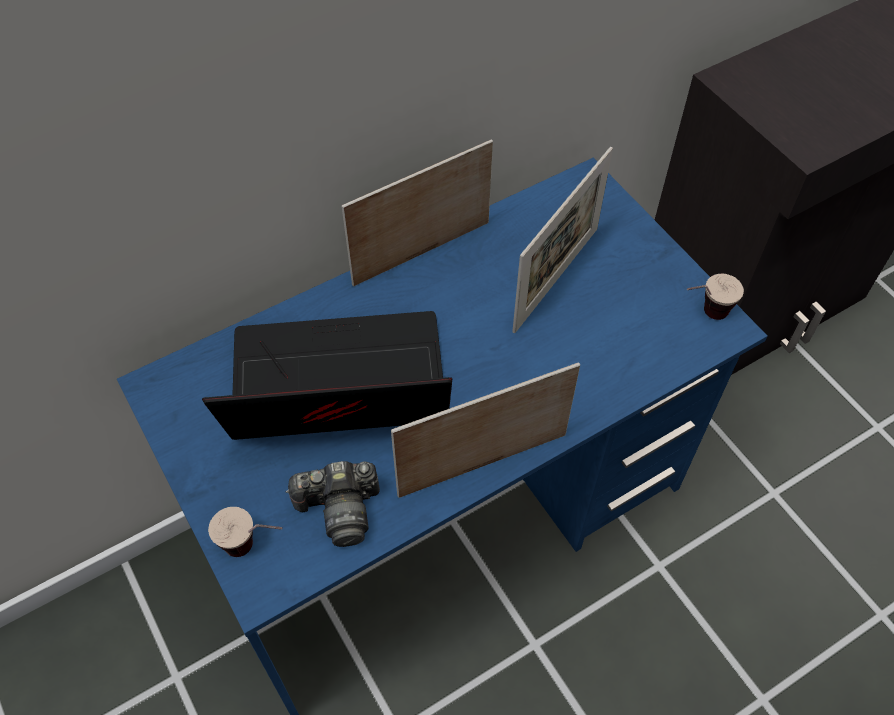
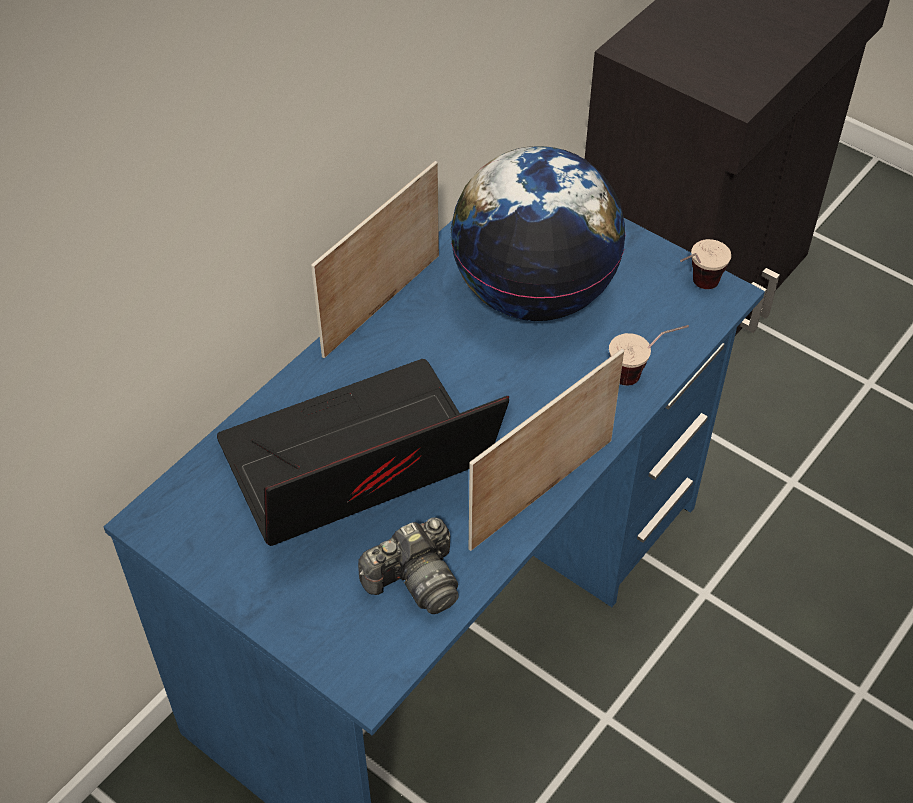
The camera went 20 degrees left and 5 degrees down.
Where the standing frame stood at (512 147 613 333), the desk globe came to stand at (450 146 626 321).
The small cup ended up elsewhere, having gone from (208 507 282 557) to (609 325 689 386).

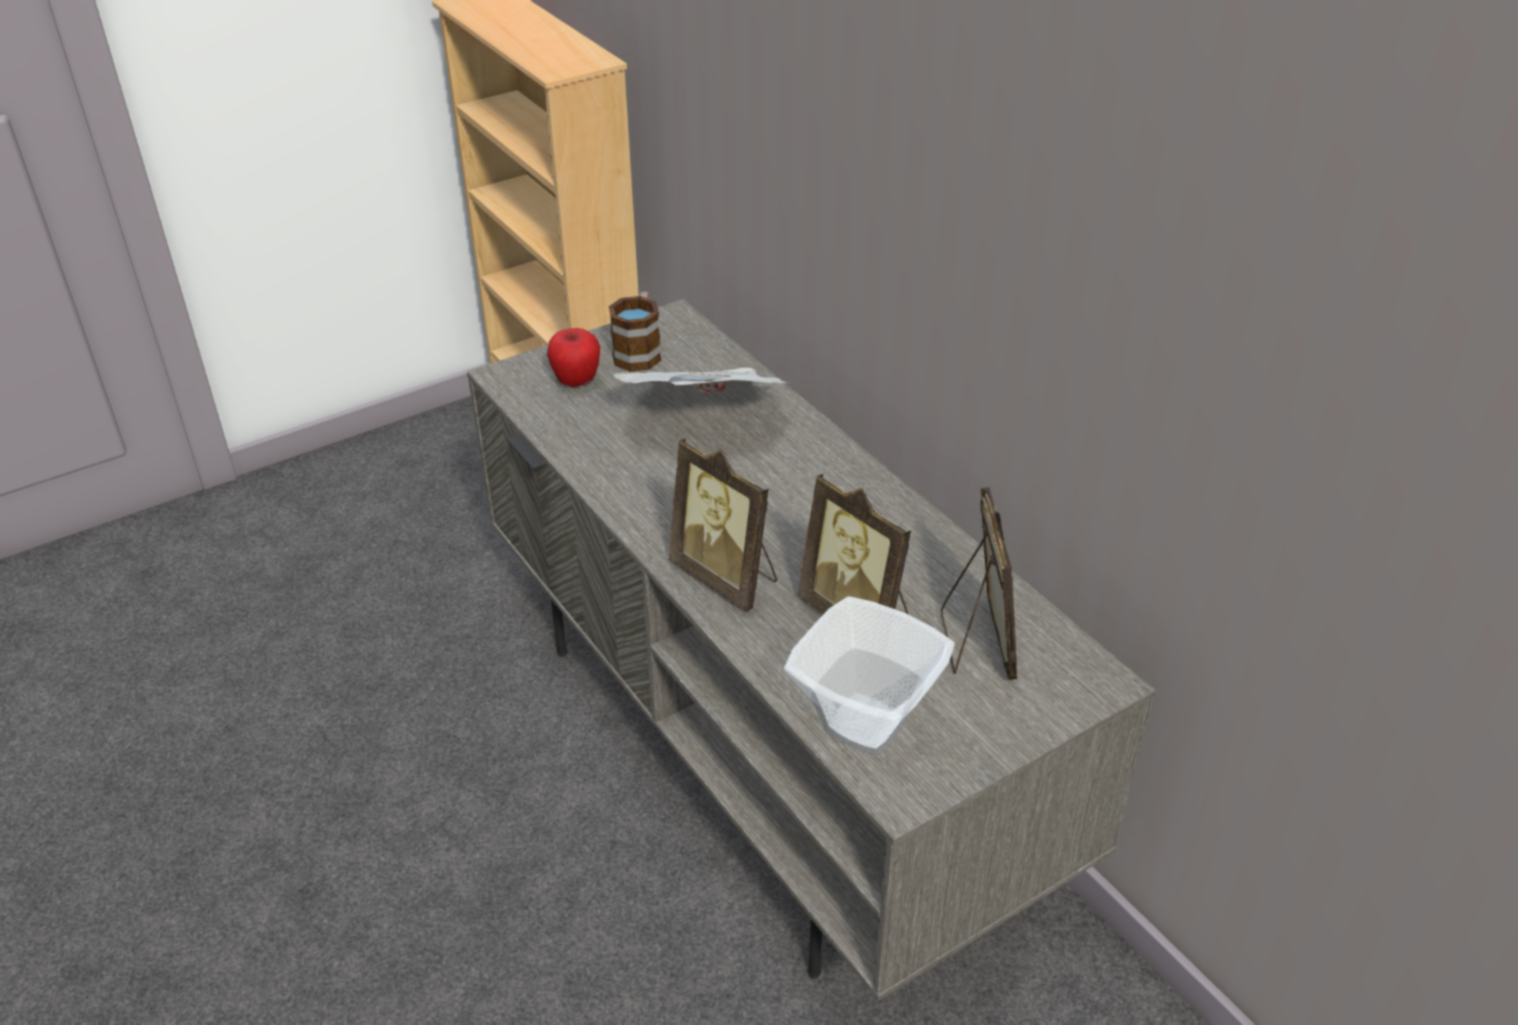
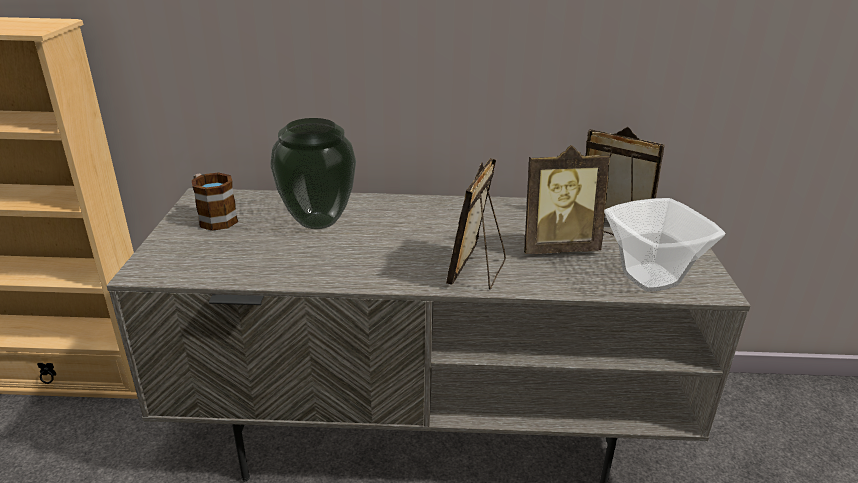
The camera went 55 degrees left and 10 degrees down.
The second view lost the whole apple at (547 328 600 387).
Where the newspaper stood at (613 368 789 395), the vase came to stand at (270 118 356 229).
The standing frame at (669 438 777 612) ended up facing another way, 120 degrees clockwise from before.

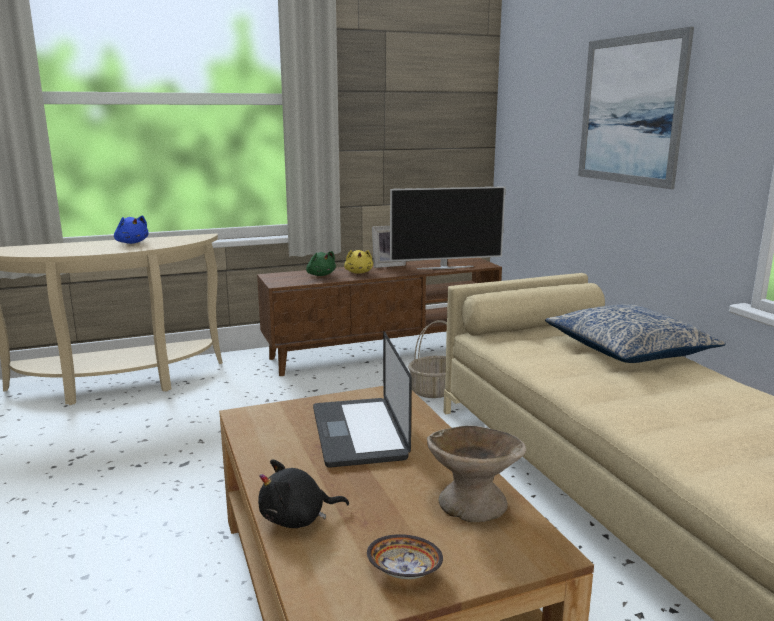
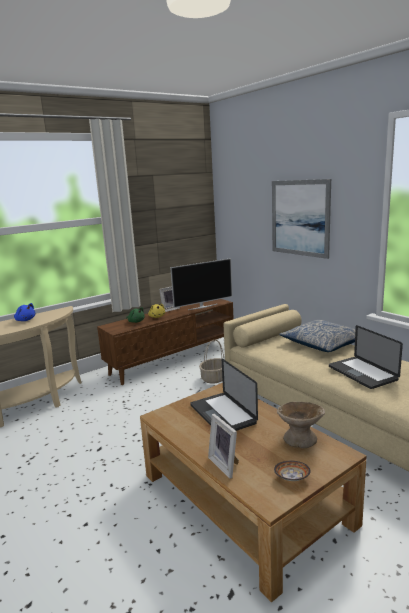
The camera went 15 degrees left and 0 degrees up.
Where the black-coloured cuddly toy stood at (258 460 349 528), the standing frame came to stand at (208 414 239 479).
The second view gained the notebook computer at (329 325 403 389).

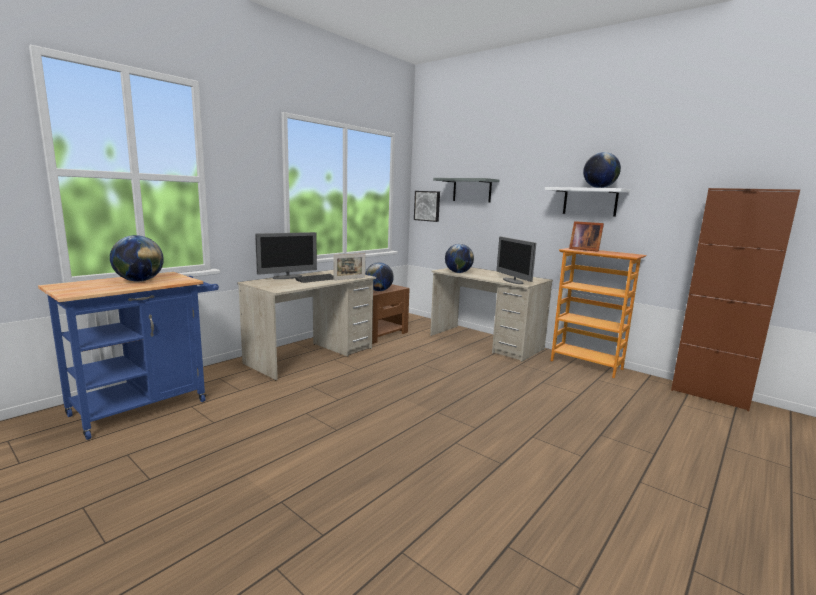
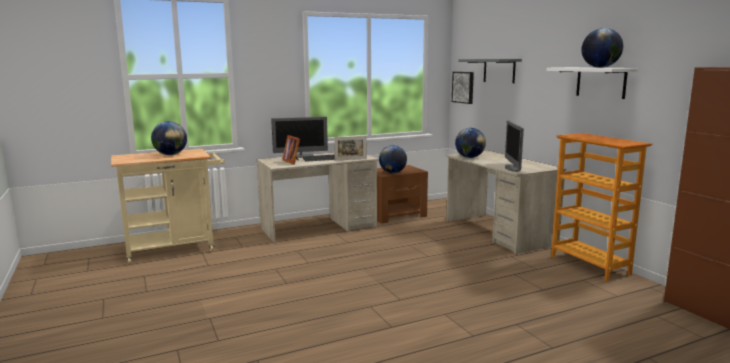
The camera went 25 degrees right and 0 degrees up.
The standing frame ended up elsewhere, having gone from (569 221 604 252) to (282 135 300 165).
What was the bluish trolley at (38 272 219 440) turned into the sand-coloured trolley at (111 149 225 264).

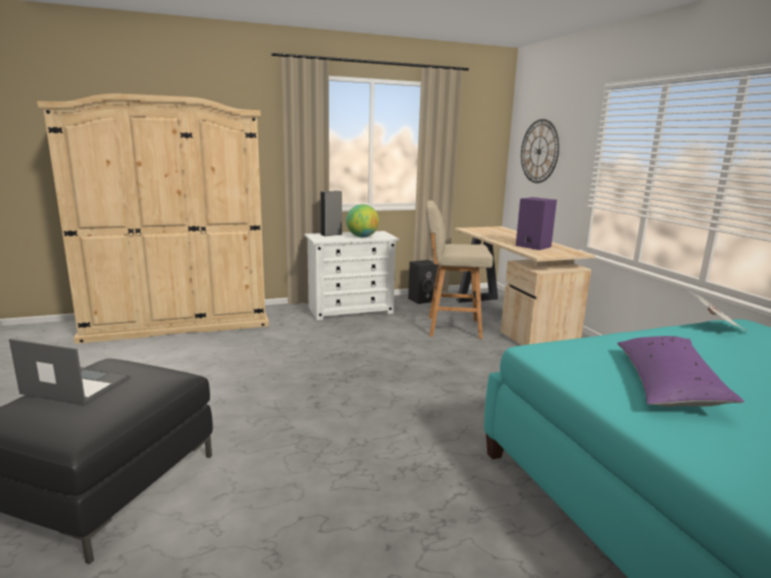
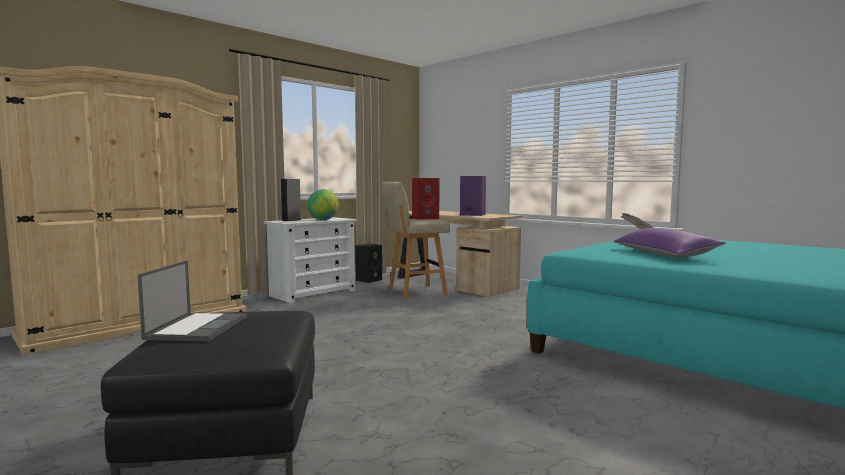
The camera went 25 degrees left and 10 degrees down.
The second view lost the clock on the wall at (521 119 559 183).
The notebook computer at (9 339 131 406) ended up facing another way, 105 degrees clockwise from before.
The second view gained the red-coloured speaker at (412 178 439 220).

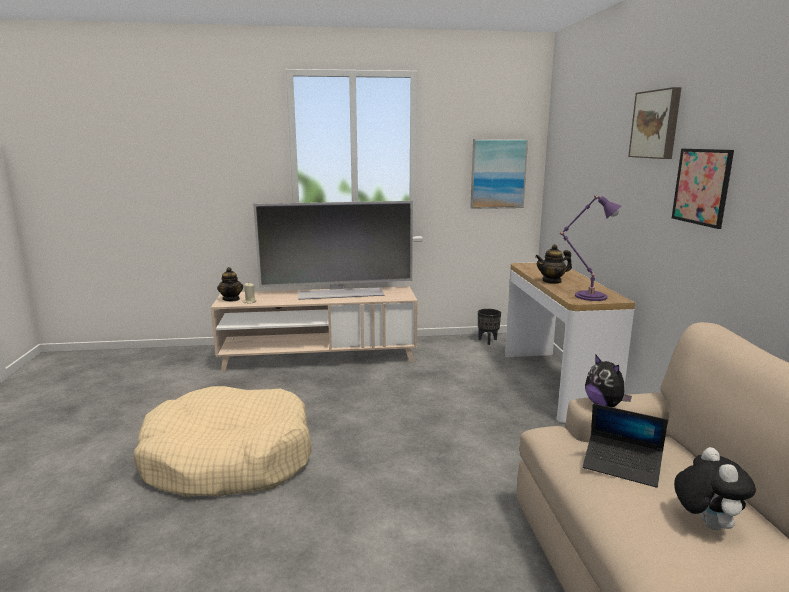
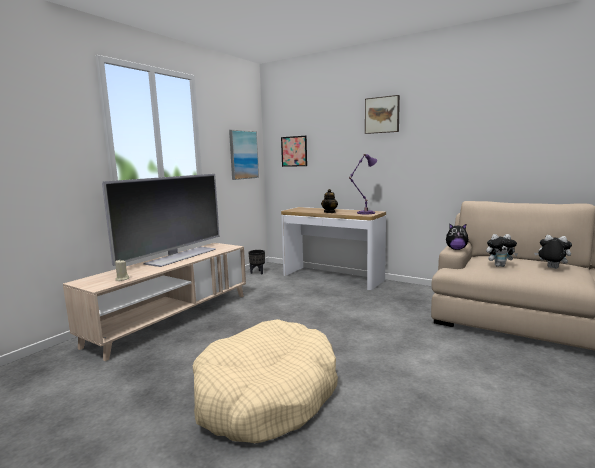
The camera went 50 degrees left and 5 degrees down.
The wall art ended up elsewhere, having gone from (672 149 734 229) to (281 136 307 167).
The second view lost the pot for tea at (217 267 243 301).
Where the notebook computer stood at (583 404 668 488), the cuddly toy came to stand at (486 234 518 267).

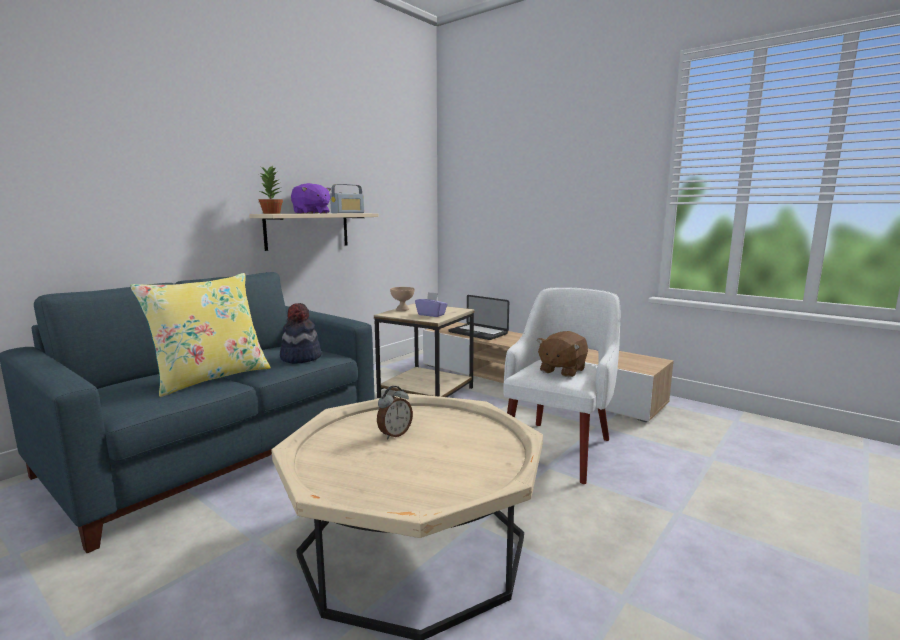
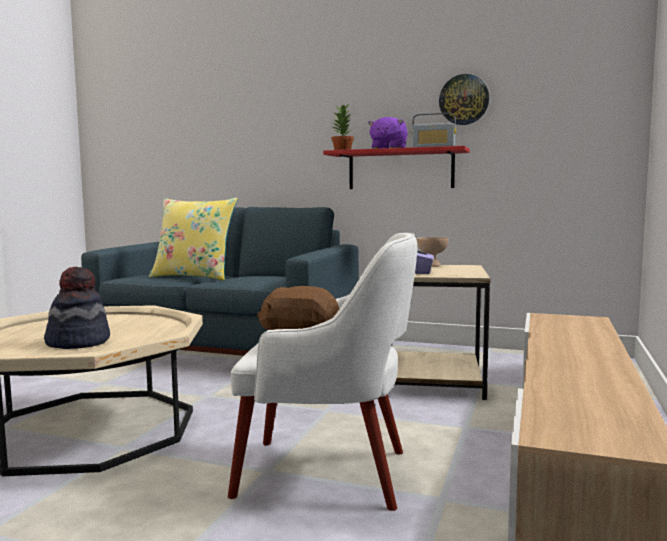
The camera went 70 degrees right and 5 degrees down.
What was the sand-coloured bracket shelf at (249 213 378 251) turned into the red-coloured bracket shelf at (323 146 470 189).
The second view lost the notebook computer at (449 295 509 340).
The hat ended up elsewhere, having gone from (280 303 322 364) to (44 267 110 349).
The second view lost the bedside clock at (377 386 413 439).
The second view gained the clock on the wall at (439 74 489 125).

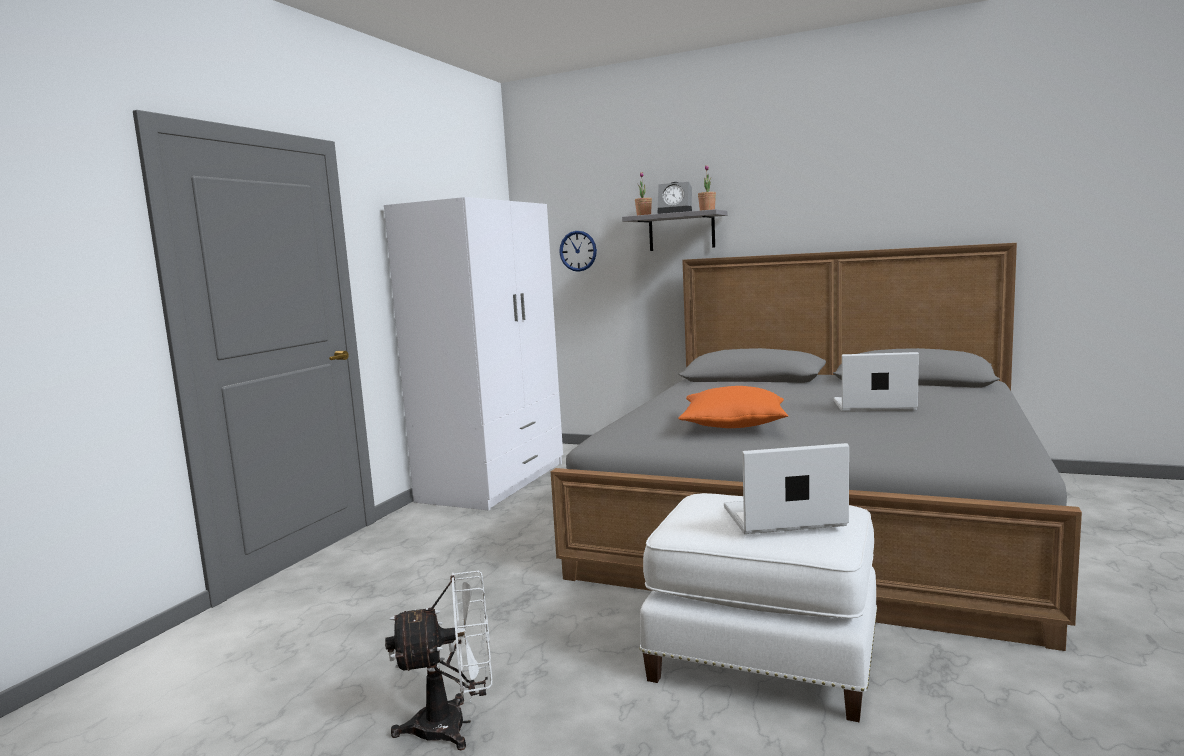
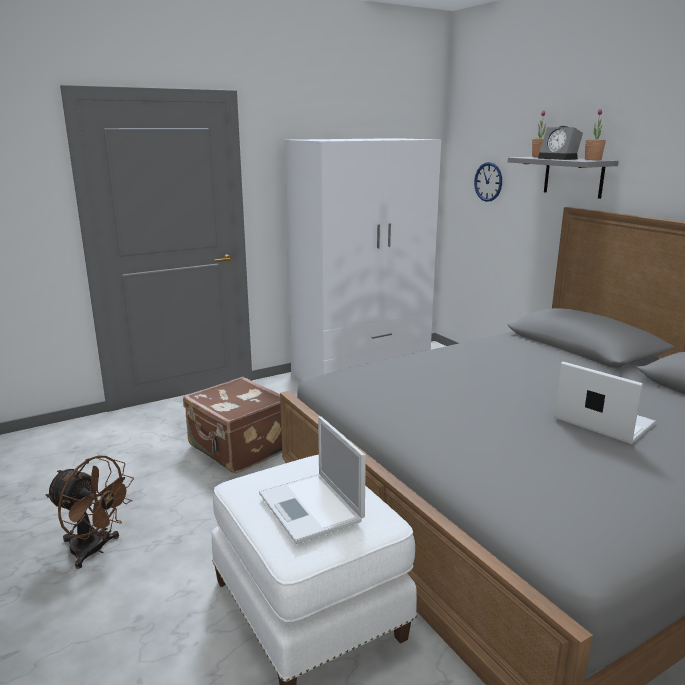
The camera went 35 degrees right and 10 degrees up.
The second view lost the orangey throw pillow at (678 386 788 428).
The notebook computer at (724 443 849 534) ended up facing another way, 150 degrees counterclockwise from before.
What was the white electric fan at (385 571 492 750) turned into the brown-coloured electric fan at (46 455 134 569).
The second view gained the brown-coloured travel case at (183 377 282 473).

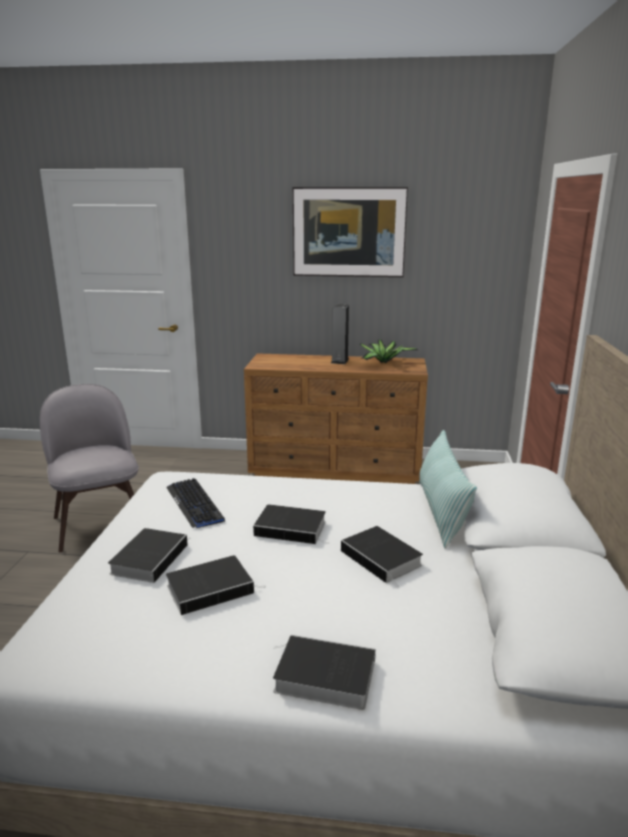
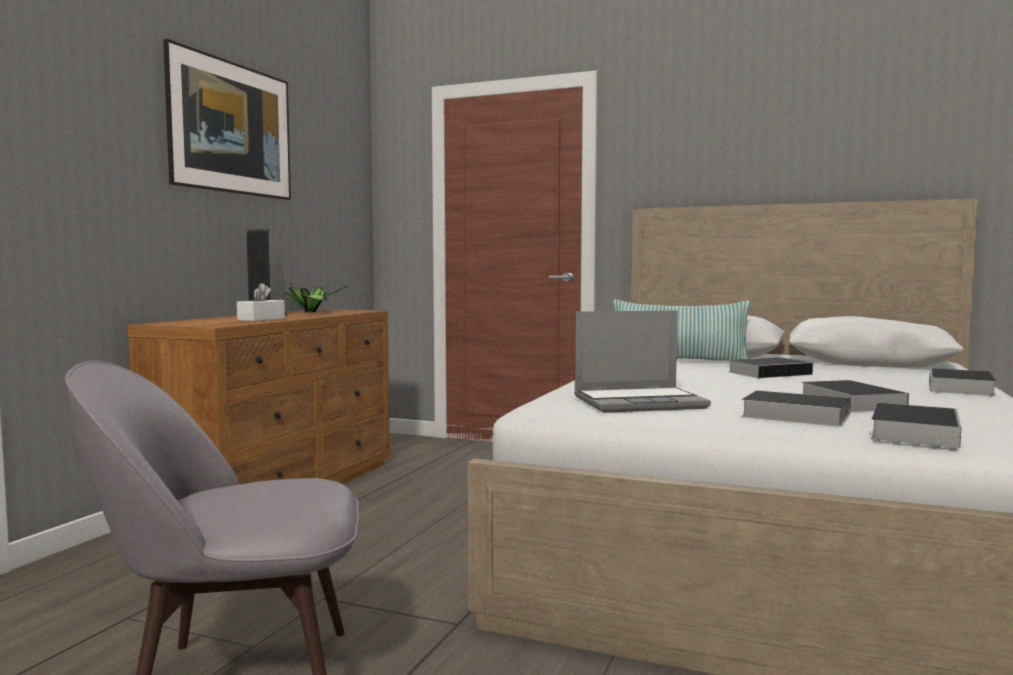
The camera went 75 degrees left and 15 degrees down.
Where the PC keyboard stood at (166 478 225 528), the notebook computer came to stand at (575 310 711 413).
The volume ended up elsewhere, having gone from (253 504 328 544) to (871 403 961 448).
The second view gained the white tissue holder at (237 283 285 321).

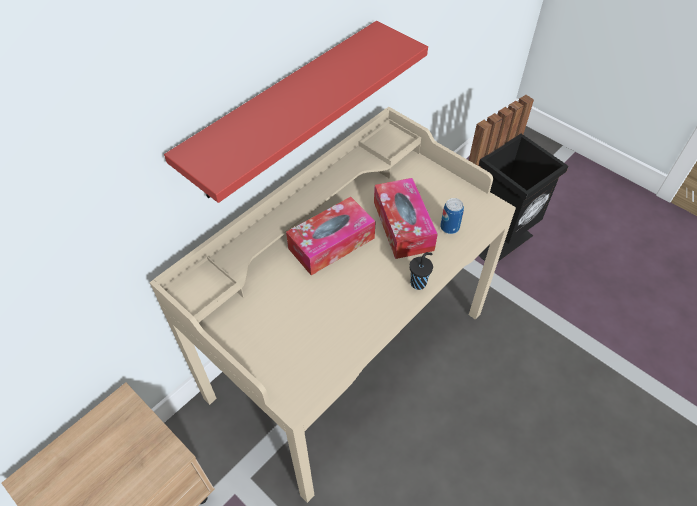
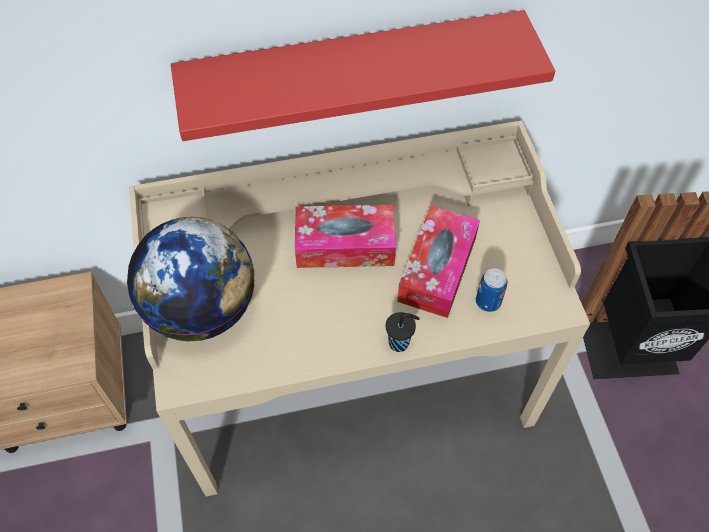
The camera went 35 degrees right and 5 degrees up.
The second view gained the desk globe at (127 217 255 341).

